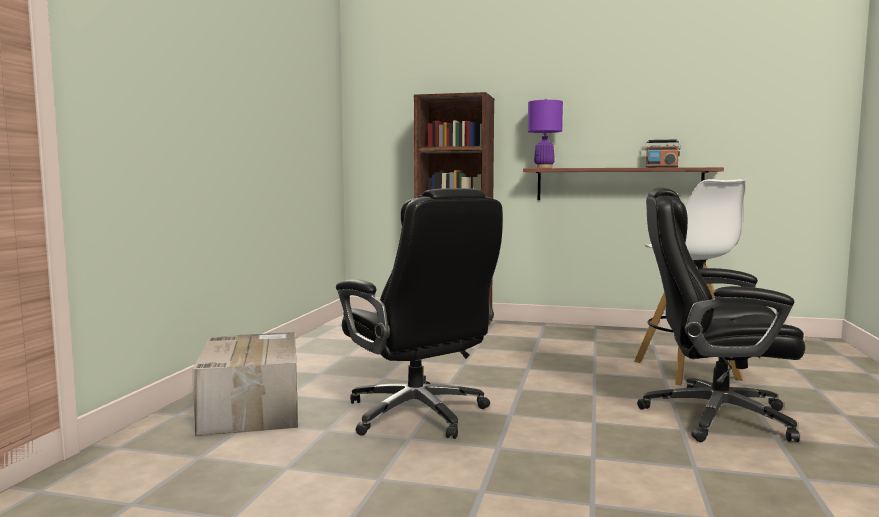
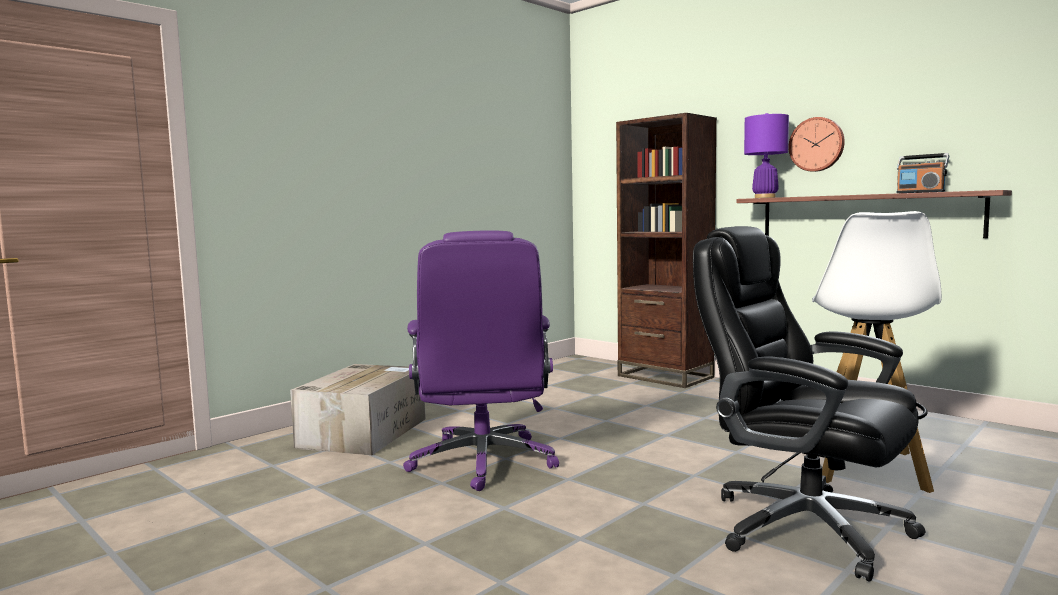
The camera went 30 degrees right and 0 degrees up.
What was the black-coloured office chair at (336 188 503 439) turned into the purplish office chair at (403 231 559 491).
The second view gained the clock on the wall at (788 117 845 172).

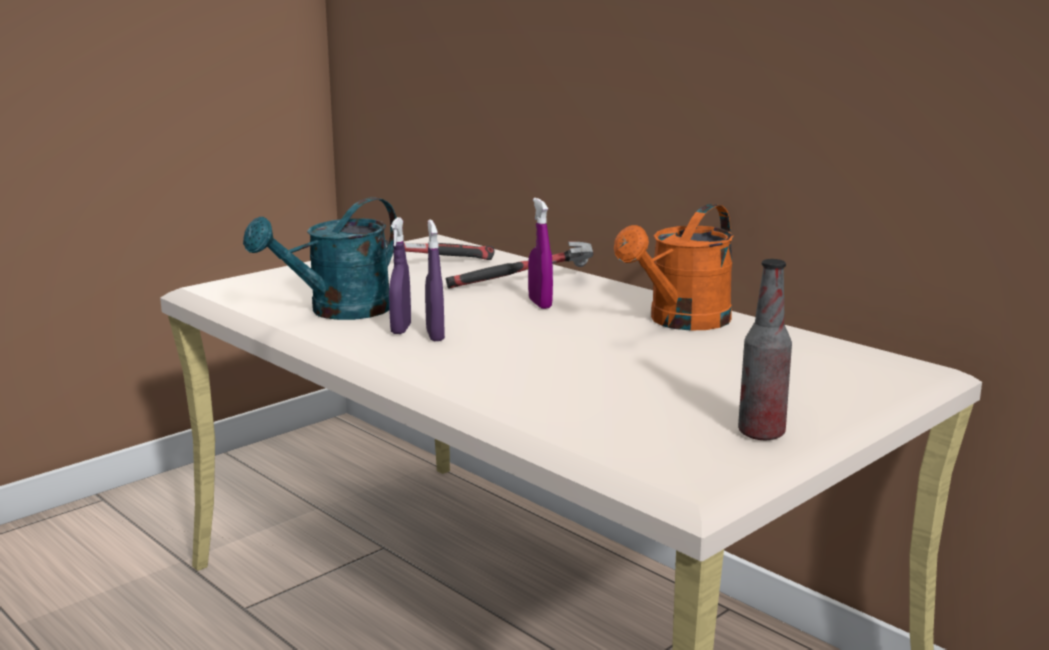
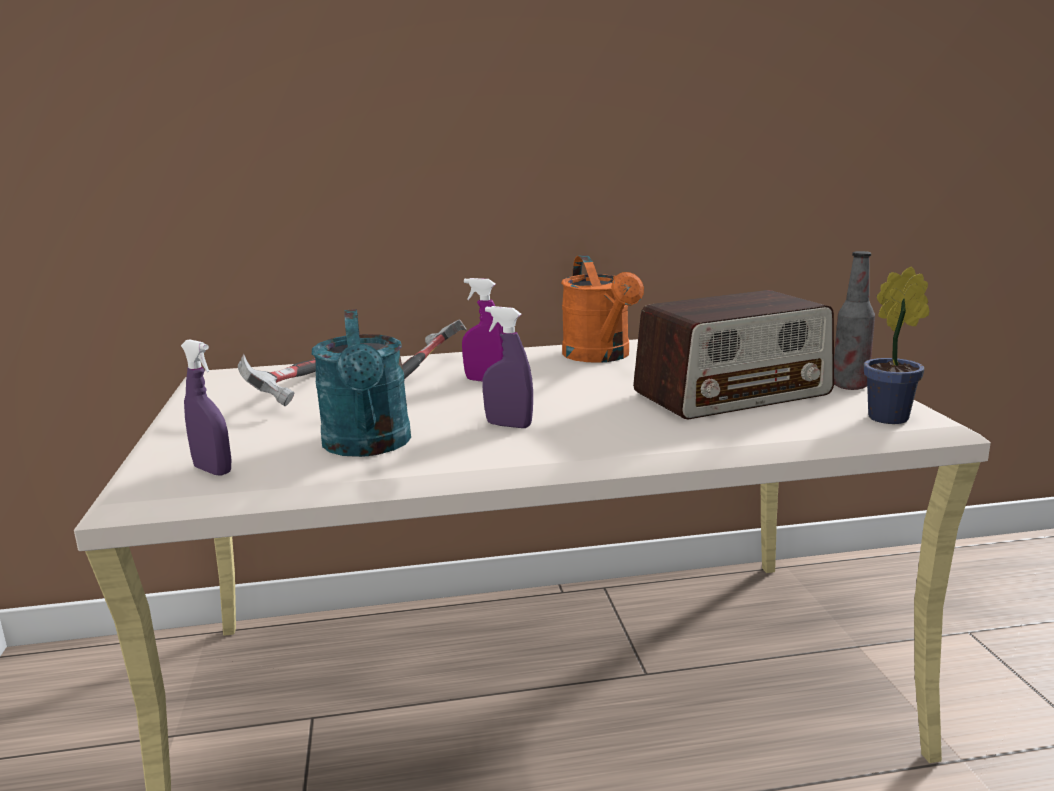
The camera went 55 degrees left and 0 degrees up.
The purplish spray bottle ended up elsewhere, having gone from (389 217 411 334) to (181 339 231 475).
The second view gained the potted plant at (864 266 929 424).
The second view gained the radio receiver at (633 290 834 419).

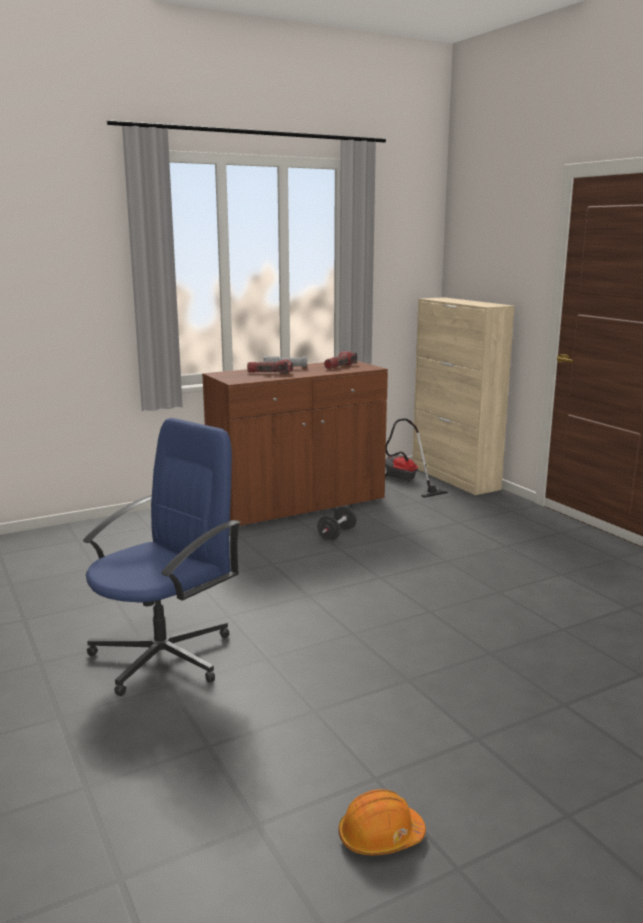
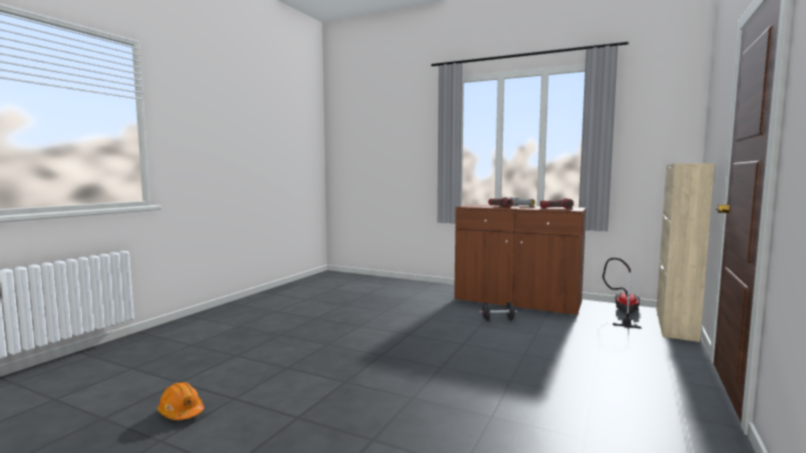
The camera went 55 degrees right and 10 degrees down.
The second view lost the bluish office chair at (83 418 241 696).

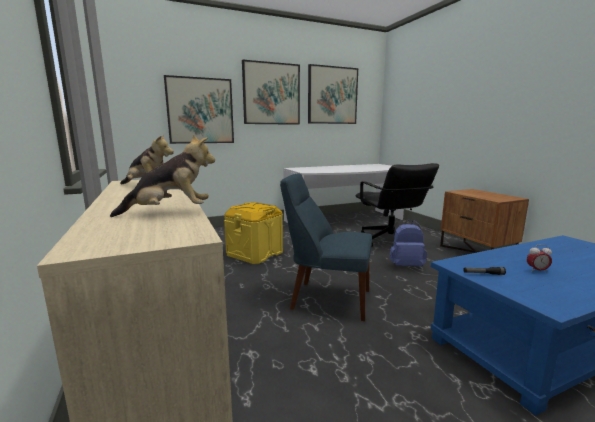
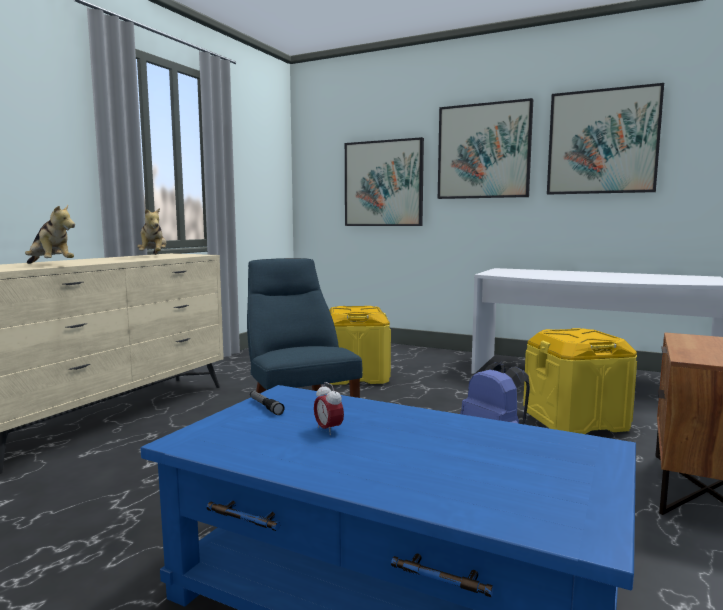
The camera went 50 degrees right and 5 degrees down.
Where the black-coloured office chair stood at (355 163 439 247), the yellow-coloured storage container came to stand at (523 328 637 434).

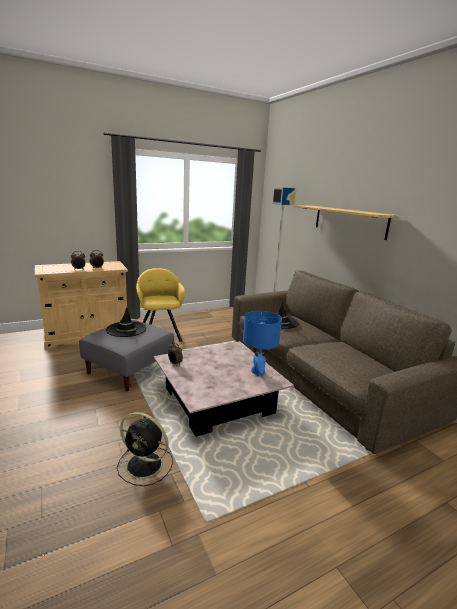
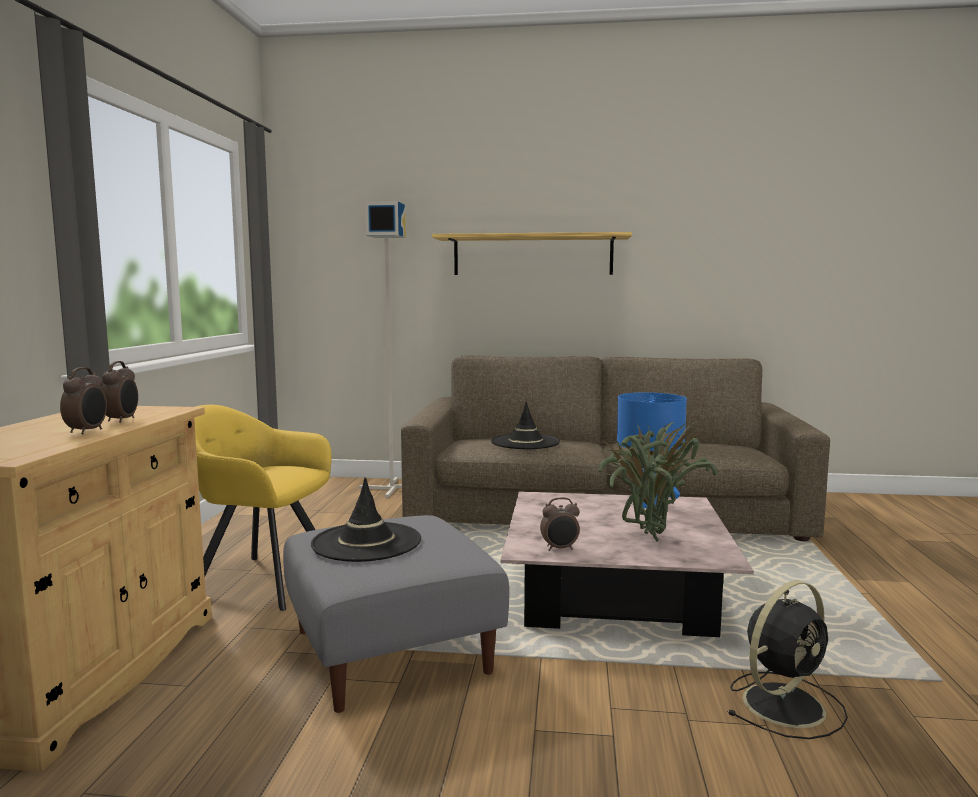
The camera went 55 degrees left and 10 degrees down.
The second view gained the potted plant at (599 421 718 542).

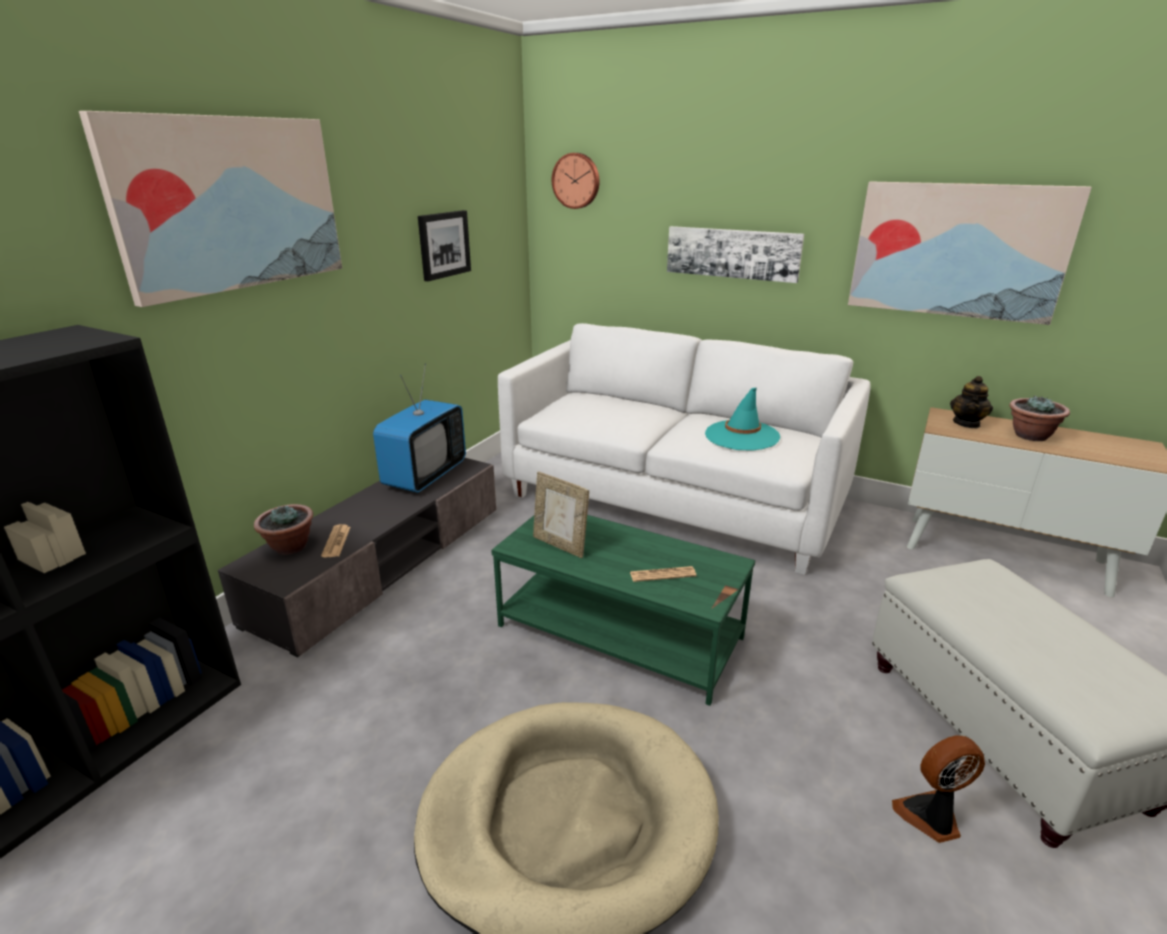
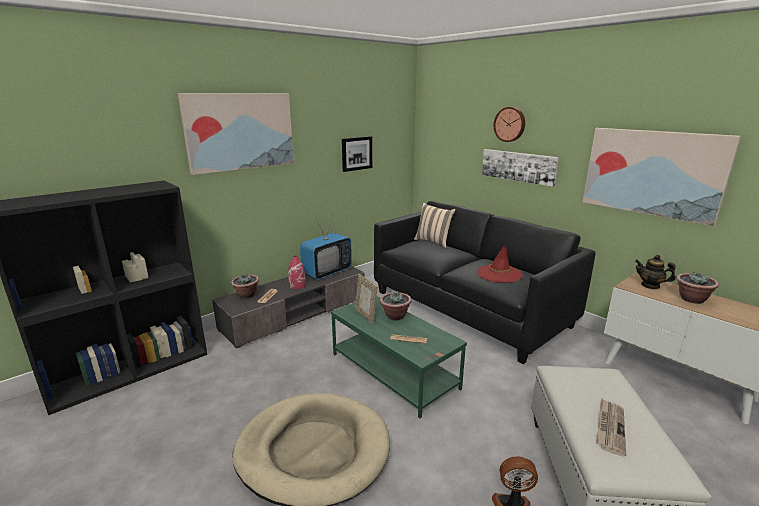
The camera went 20 degrees right and 5 degrees down.
The clock on the wall ended up elsewhere, having gone from (552 153 599 209) to (494 107 525 142).
What was the white settee at (498 323 871 575) turned into the black-coloured settee at (374 201 595 364).
The pot for tea at (950 376 993 428) ended up facing another way, 75 degrees clockwise from before.
What was the blue-green hat at (705 388 780 451) turned into the red-coloured hat at (477 246 523 283).
The second view gained the sand-coloured throw pillow at (414 203 456 248).
The second view gained the red-coloured vase at (288 256 306 289).
The second view gained the potted plant at (380 292 412 320).
The second view gained the newspaper at (597 399 626 457).

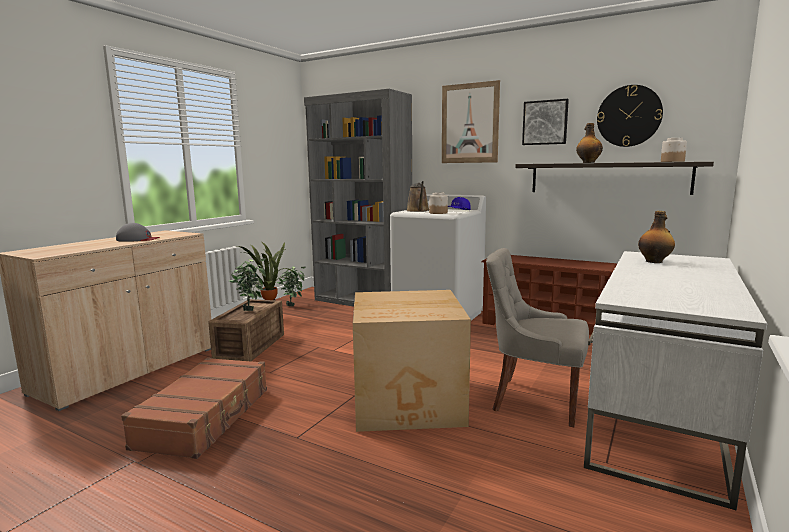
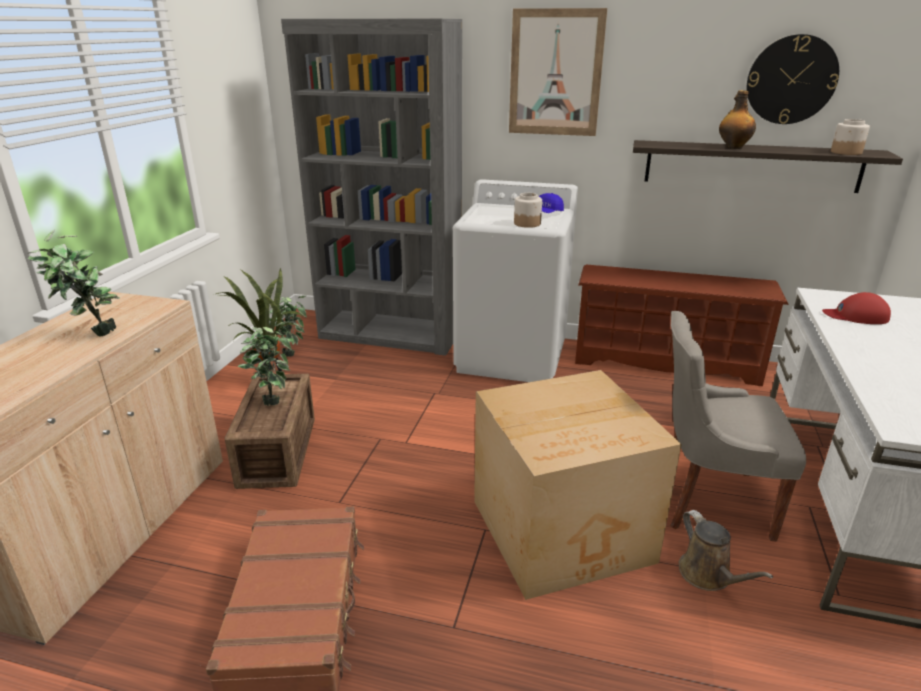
The camera went 15 degrees left and 15 degrees up.
The second view lost the wall art at (522 99 569 145).
The brown-coloured watering pot ended up elsewhere, having gone from (406 181 429 212) to (679 510 773 591).
Where the beverage bottle stood at (638 211 675 263), the red-coloured peaked cap came to stand at (822 292 891 324).
Where the grey peaked cap stood at (116 223 160 242), the potted plant came to stand at (27 230 120 337).

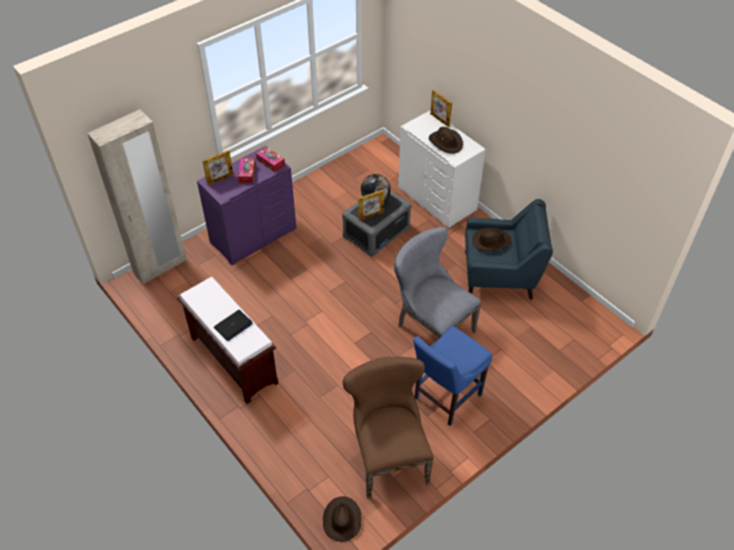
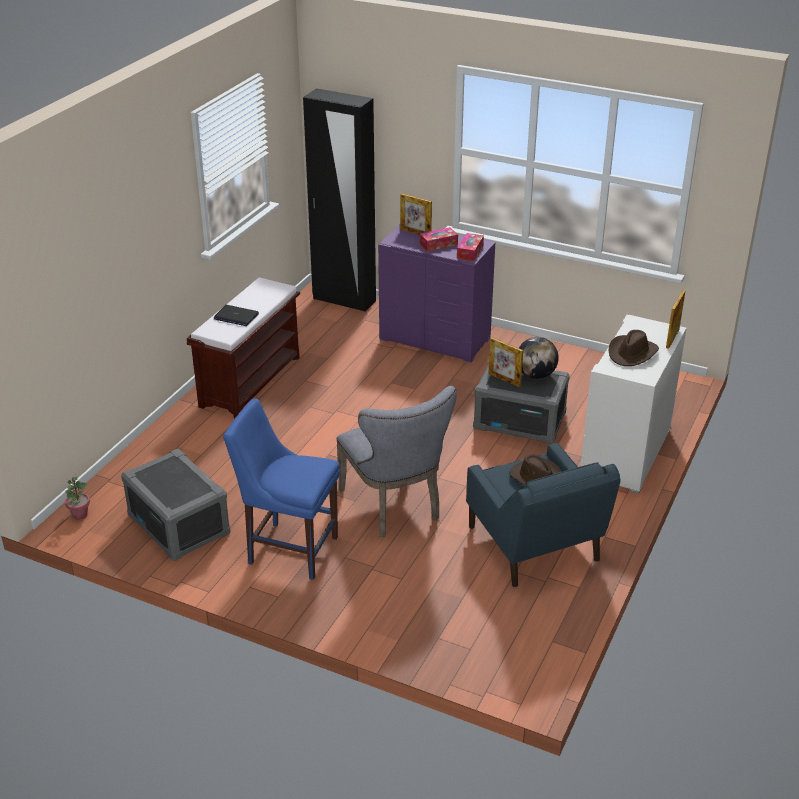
The camera went 65 degrees right and 15 degrees down.
What was the sand-coloured wardrobe at (87 109 187 284) turned into the black-coloured wardrobe at (303 88 376 312).
The grey plain chair at (394 227 481 339) ended up facing another way, 135 degrees clockwise from before.
Where the brown-coloured plain chair stood at (343 357 433 499), the grey storage container came to stand at (121 449 231 561).
Where the brown-coloured hat stood at (323 496 362 542), the potted plant came to stand at (65 477 90 520).

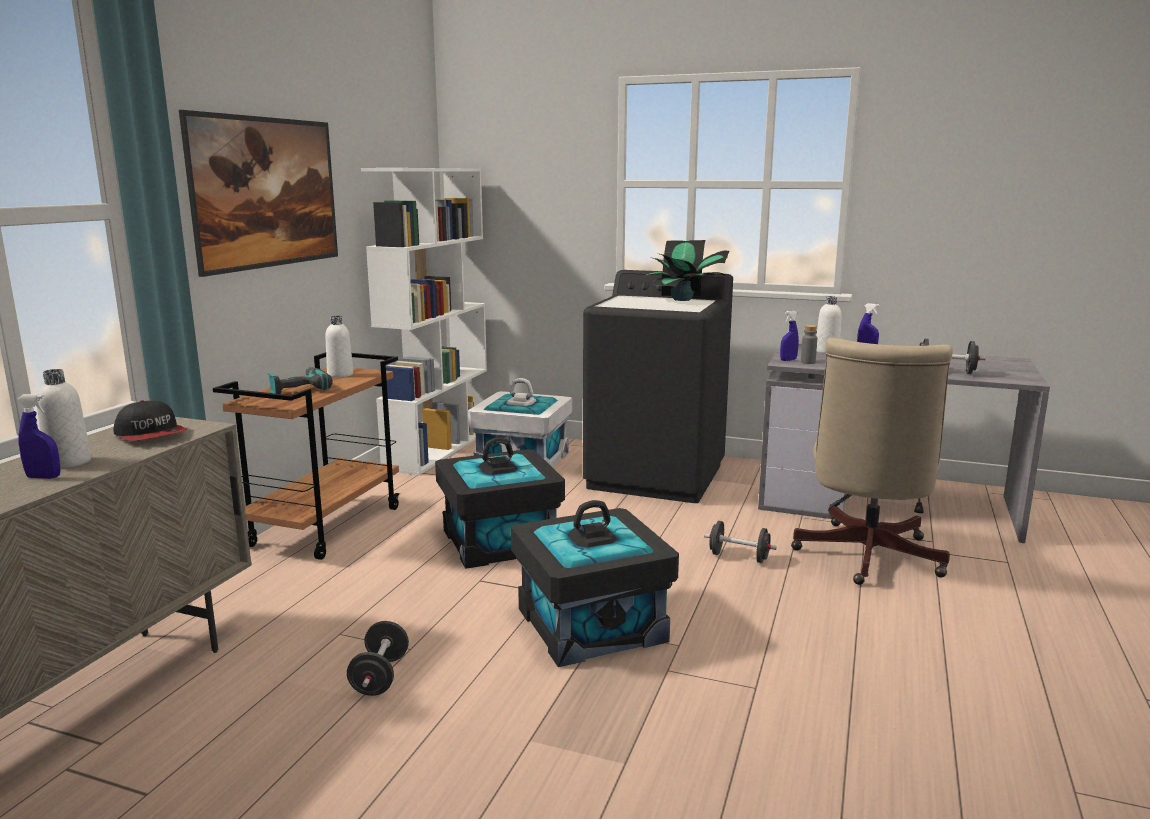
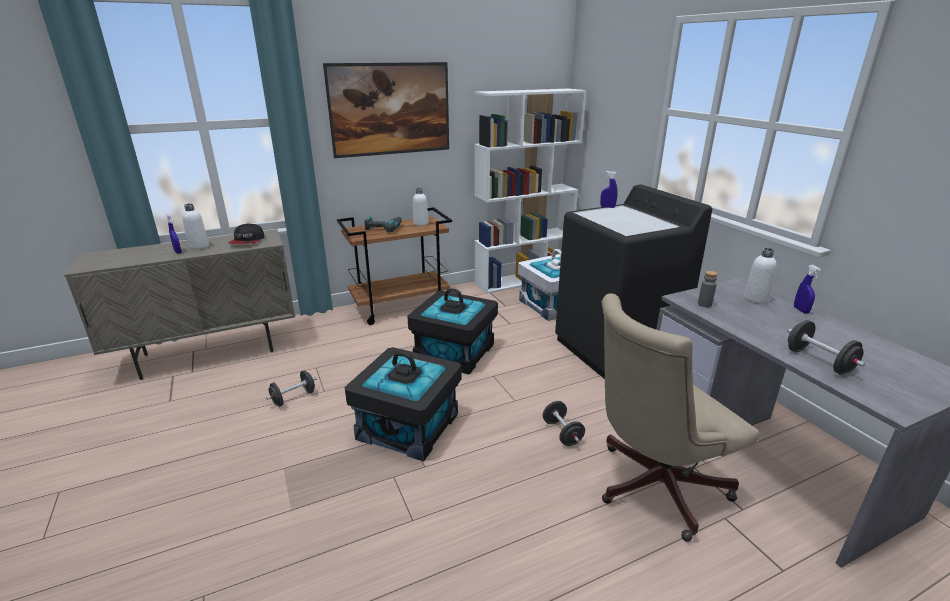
The camera went 45 degrees right and 10 degrees up.
The second view lost the potted plant at (642 240 729 301).
The bluish spray bottle ended up elsewhere, having gone from (780 310 799 361) to (600 171 618 208).

